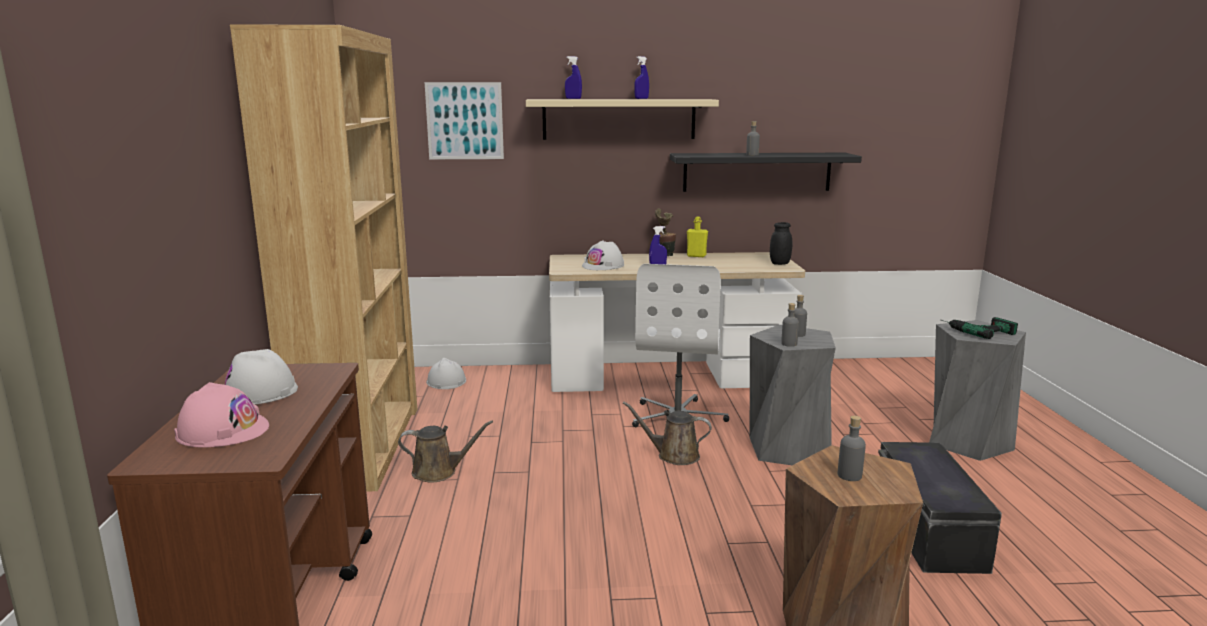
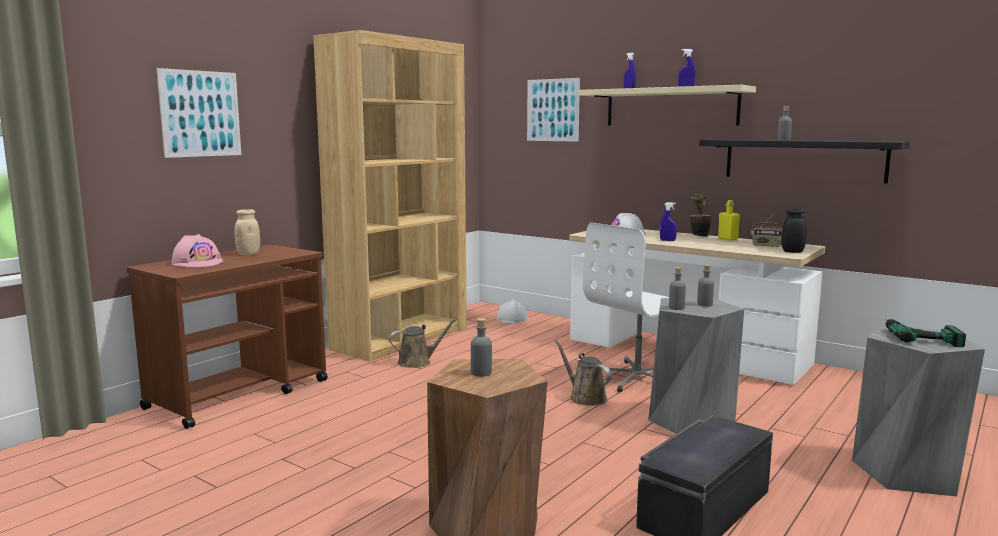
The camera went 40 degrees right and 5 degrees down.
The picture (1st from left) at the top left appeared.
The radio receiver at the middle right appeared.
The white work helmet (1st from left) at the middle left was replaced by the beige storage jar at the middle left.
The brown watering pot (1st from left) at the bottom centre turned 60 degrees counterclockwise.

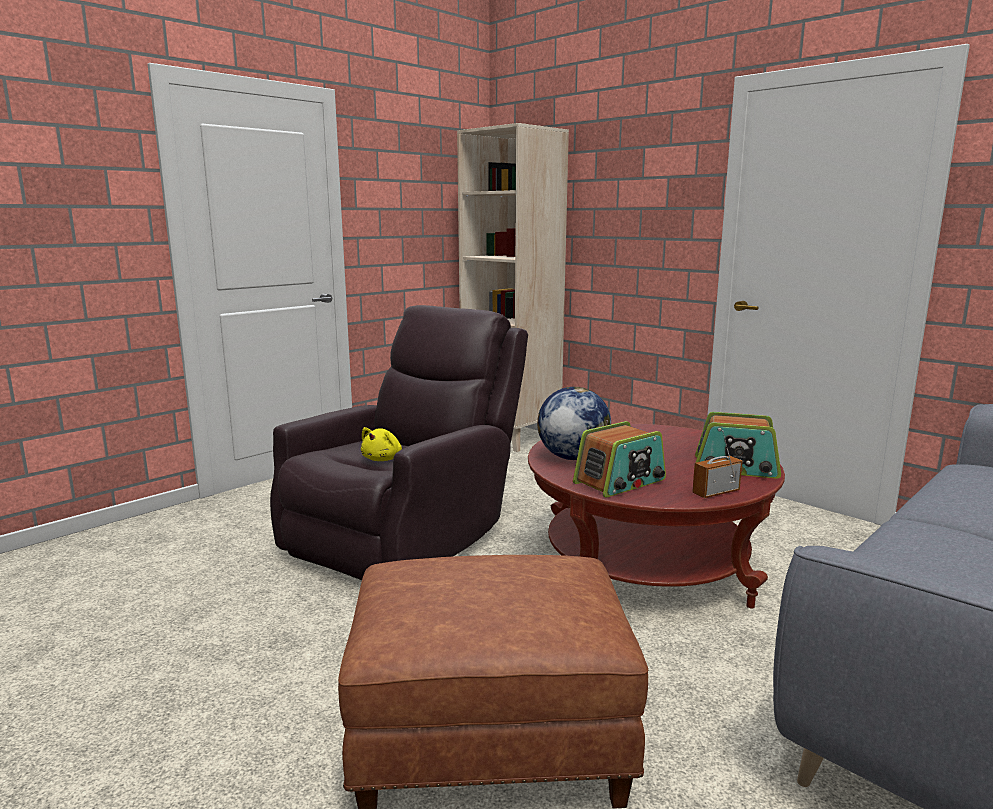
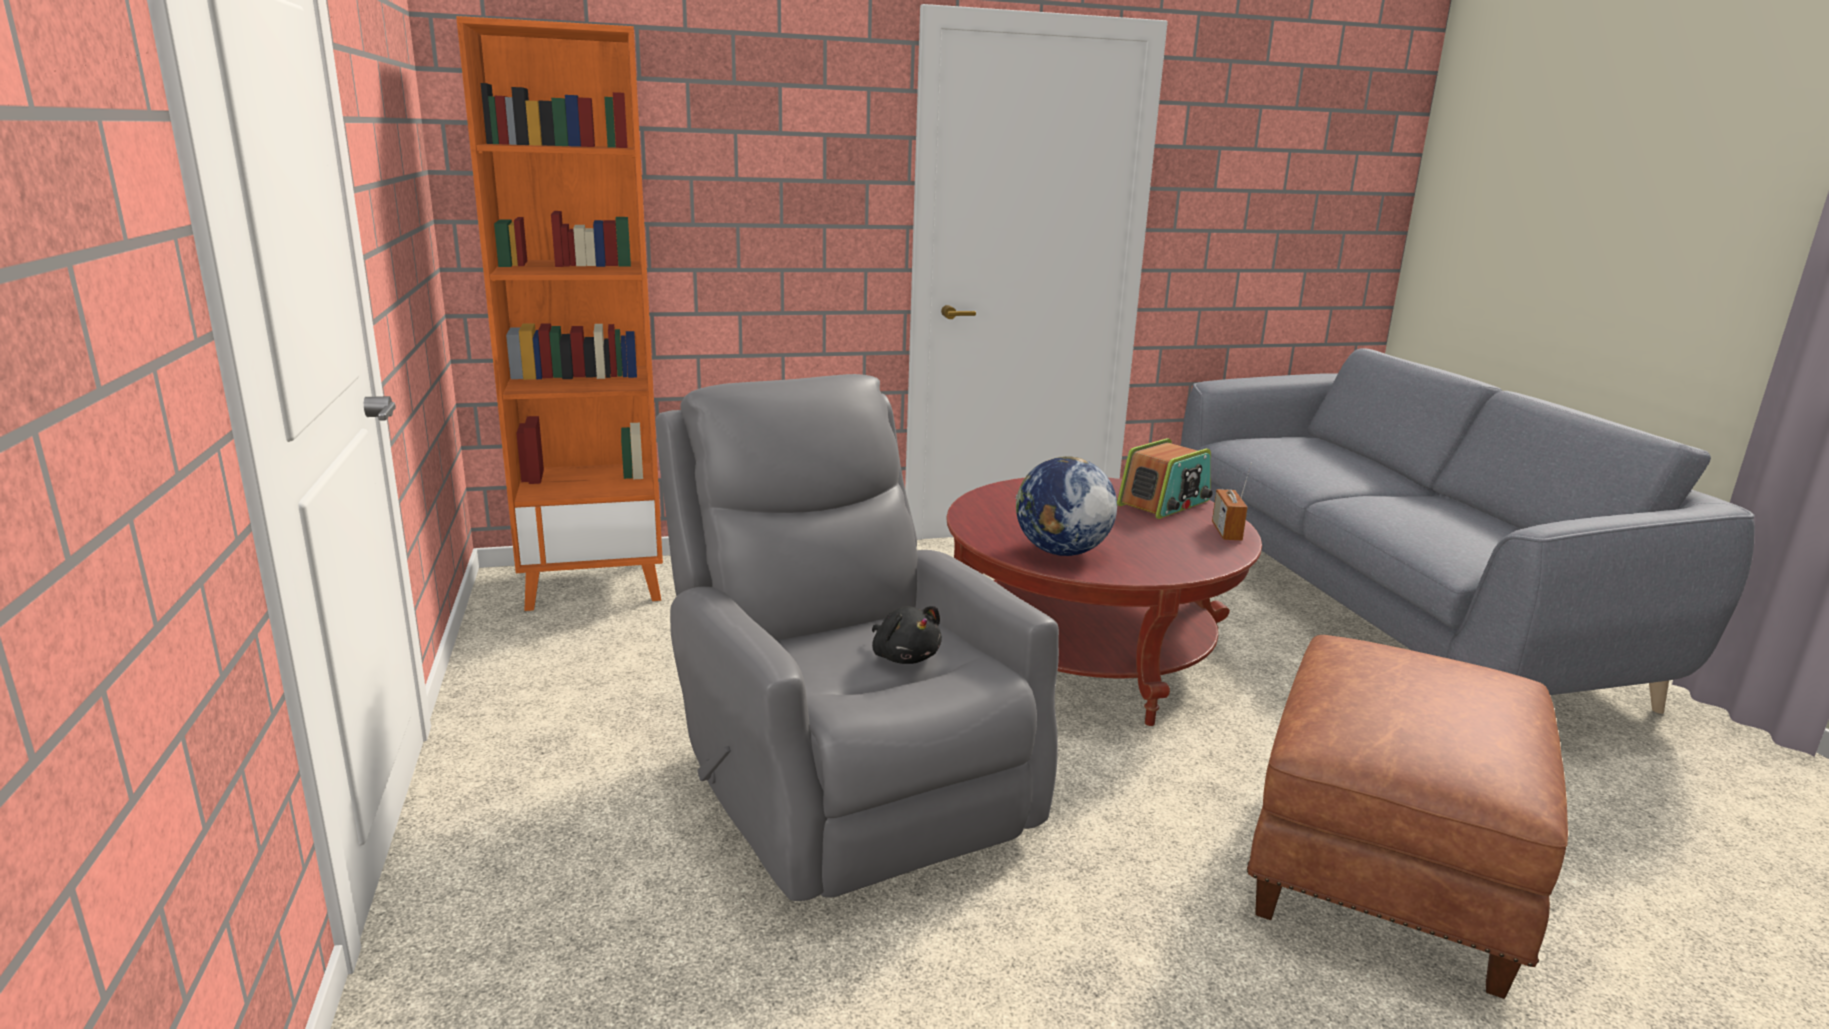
The camera went 60 degrees left and 5 degrees up.
The radio receiver (1st from left) at the centre disappeared.
The brown armchair at the centre became the gray armchair at the centre.
The yellow cuddly toy at the centre became the black-coloured cuddly toy at the centre.
The beige shelving unit at the centre became the orangey shelving unit at the top left.

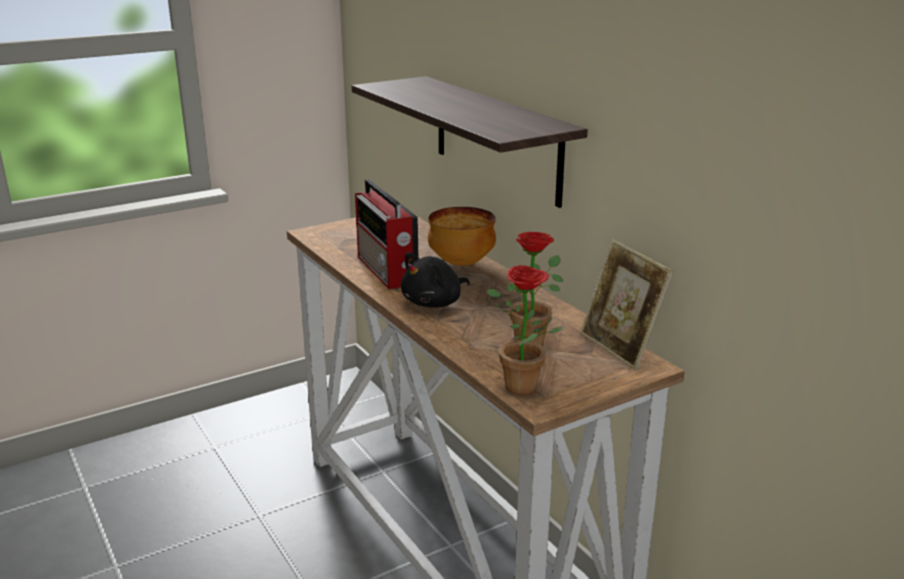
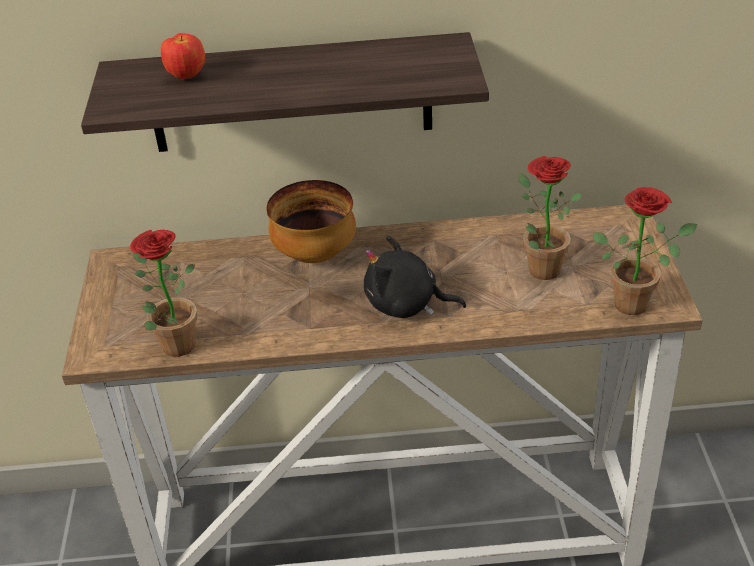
The camera went 60 degrees left and 15 degrees up.
The radio receiver at the centre disappeared.
The photo frame at the middle right disappeared.
The houseplant (1st from left) at the middle left appeared.
The apple at the top left appeared.
The black-coloured cuddly toy at the centre turned 120 degrees clockwise.

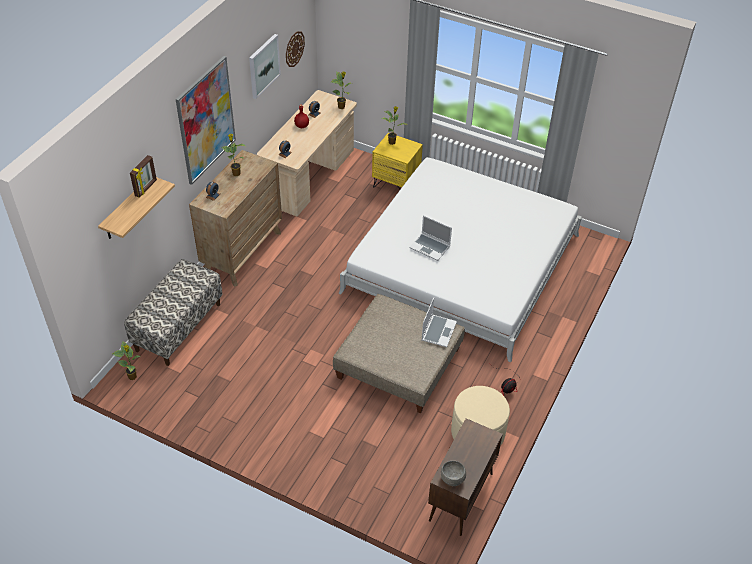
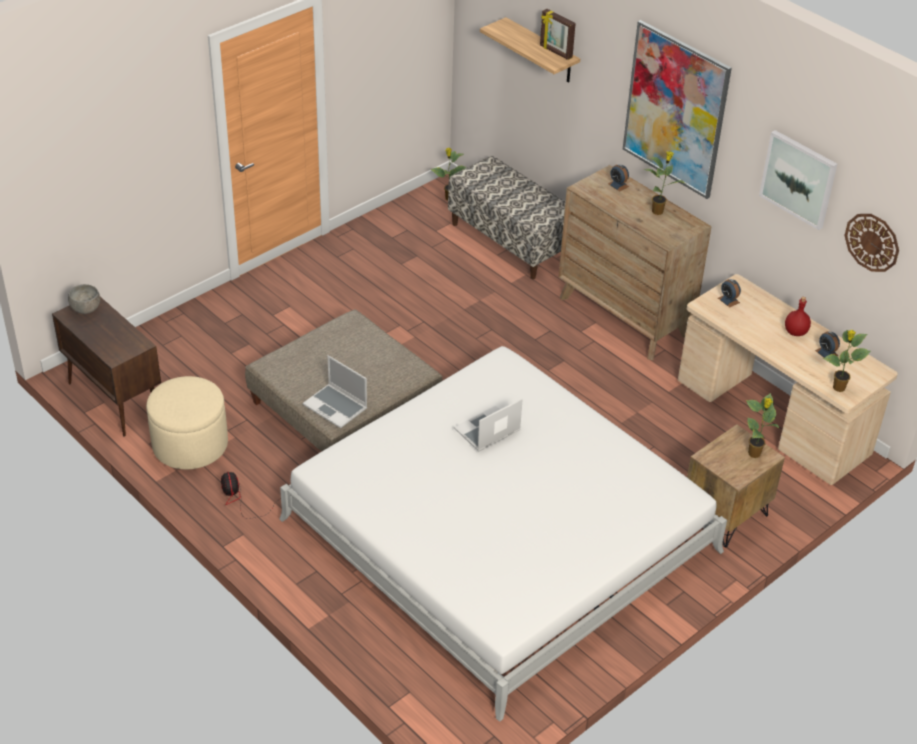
The camera went 110 degrees right and 5 degrees down.
The yellow night table at the top centre became the brown night table at the middle right.

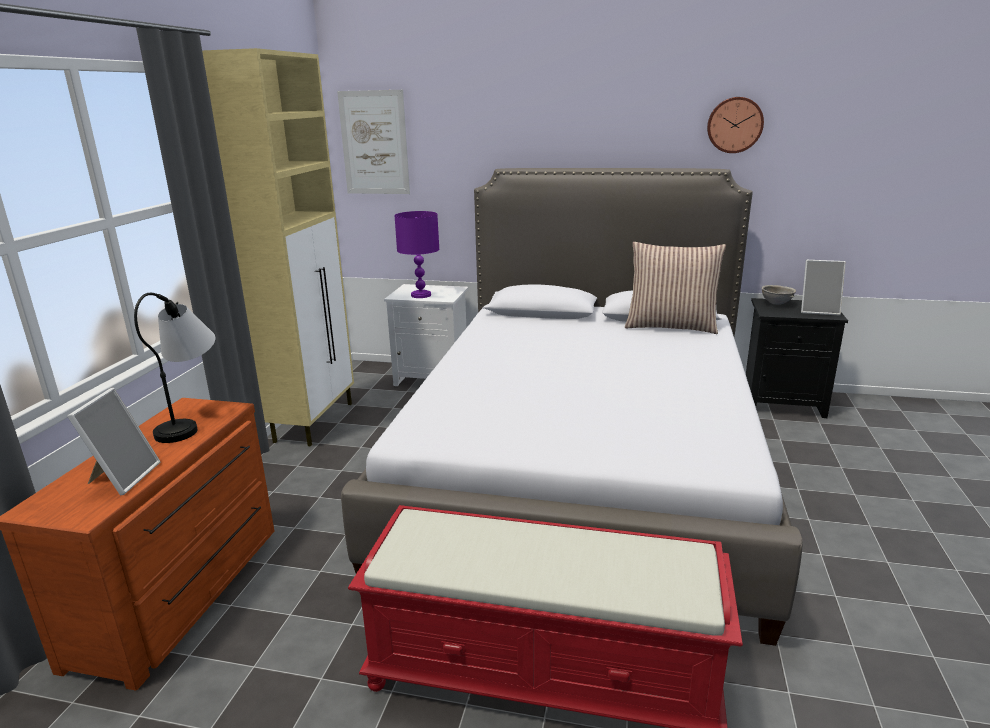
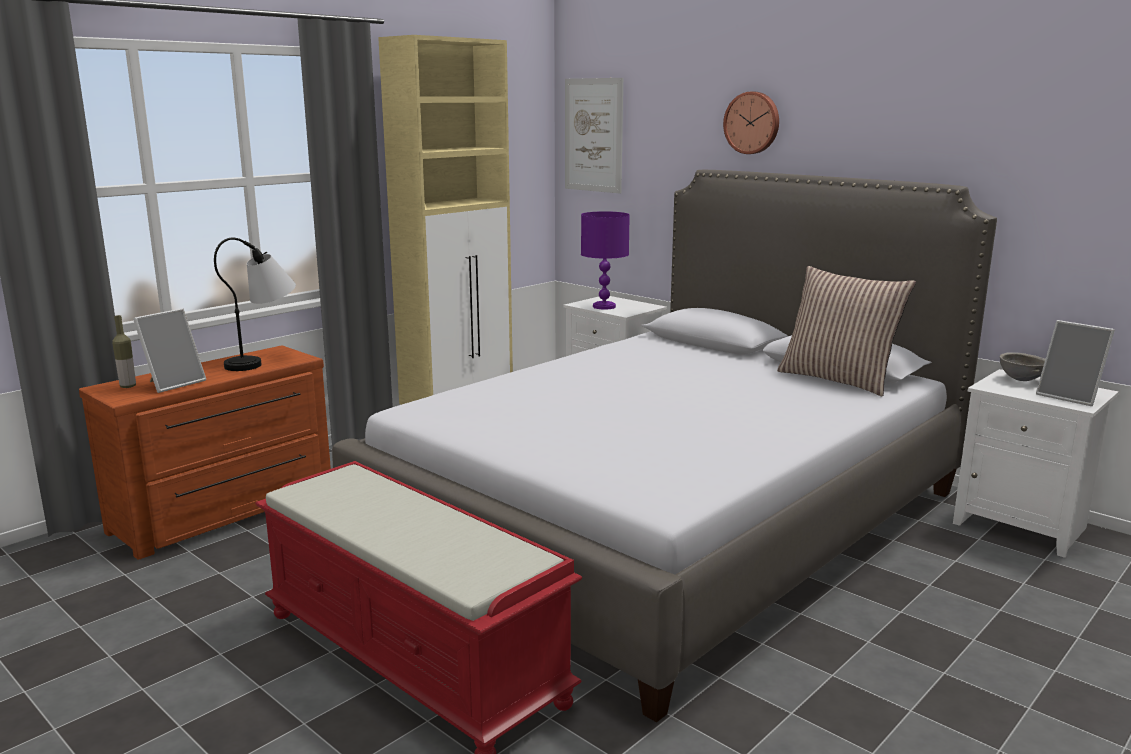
The camera went 30 degrees right and 5 degrees down.
The bottle at the middle left appeared.
The hanging clock moved from the top right to the top centre.
The black-coloured night table at the middle right became the white night table (2nd from left) at the middle right.

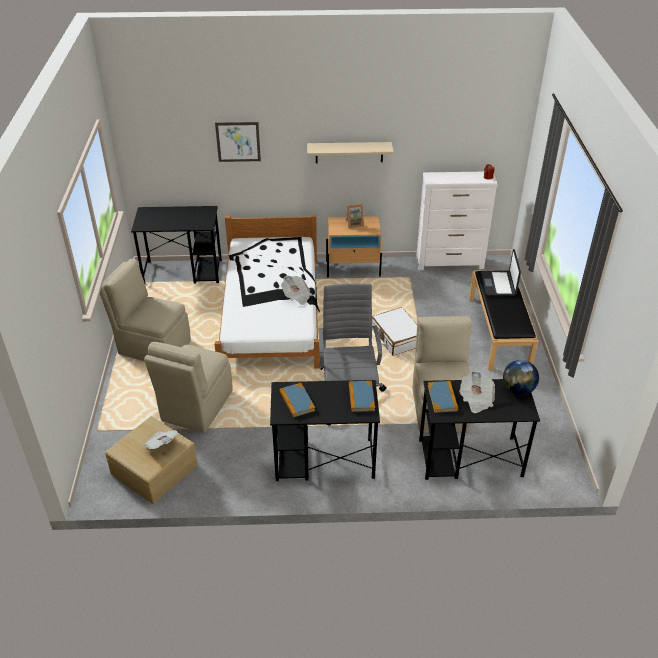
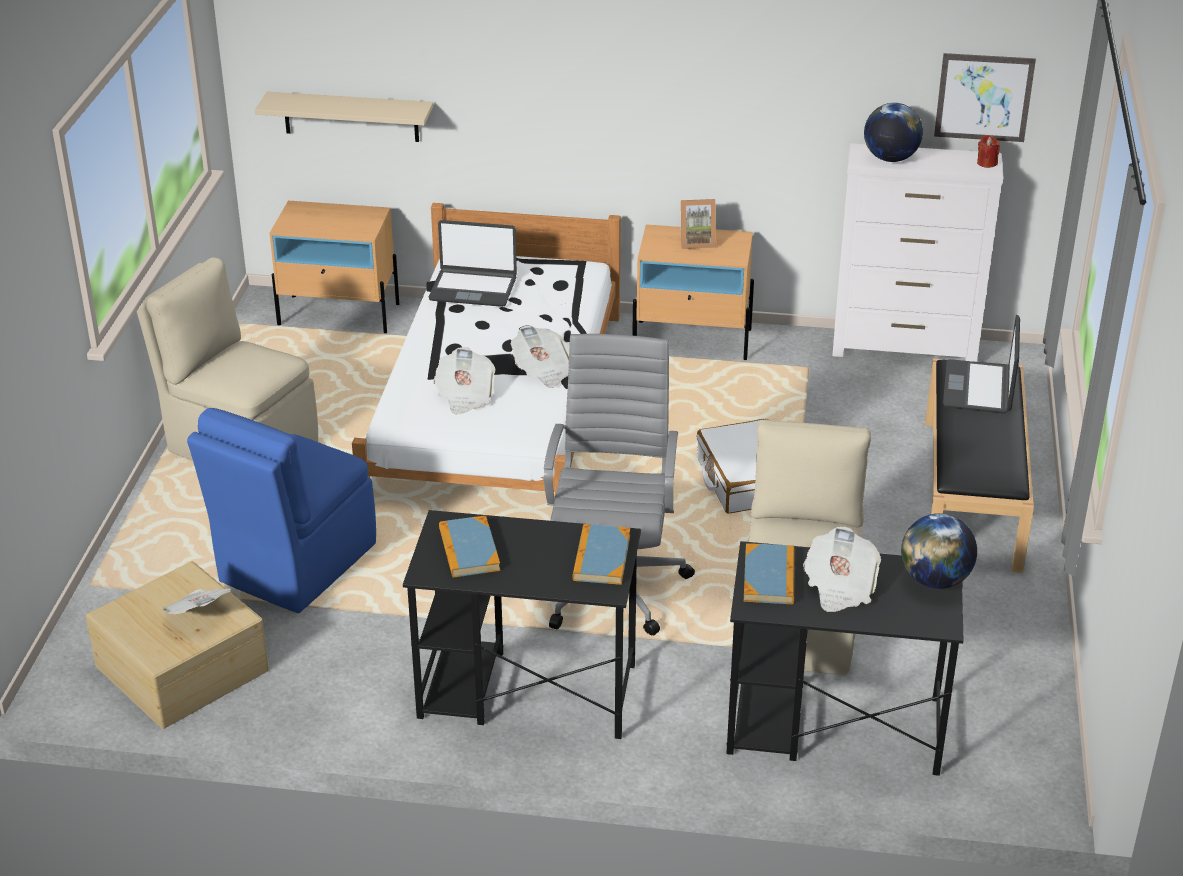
The camera went 10 degrees right and 5 degrees down.
The notebook computer (1st from left) at the top centre appeared.
The printed paper (2nd from left) at the centre appeared.
The desk globe (1st from left) at the top right appeared.
The picture moved from the top centre to the top right.
The beige wall shelf moved from the top centre to the top left.
The black-coloured desk table (1st from left) at the middle left was replaced by the beige night table (1st from left) at the top left.
The beige upright chair (2nd from left) at the middle left became the bluish upright chair at the middle left.

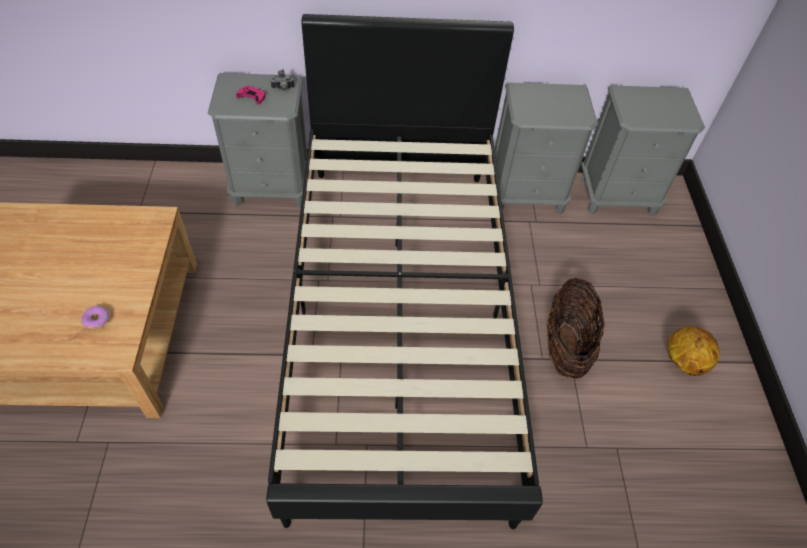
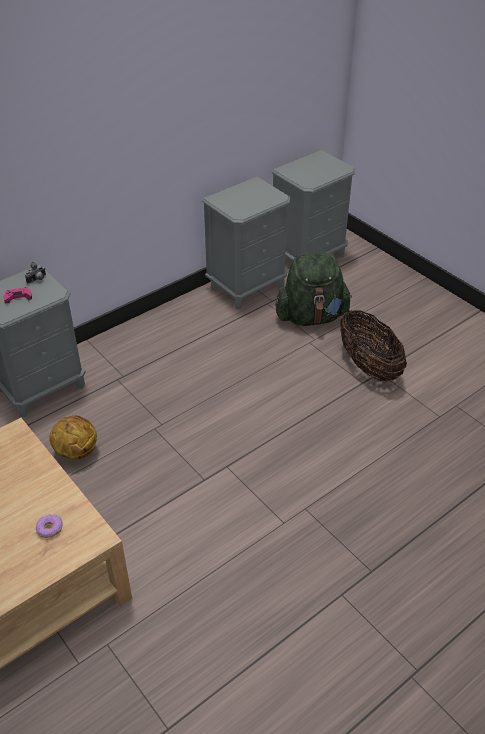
The camera went 35 degrees left and 10 degrees down.
The black-coloured bedroom bed at the centre disappeared.
The greenish rucksack at the centre appeared.
The basketball moved from the middle right to the middle left.

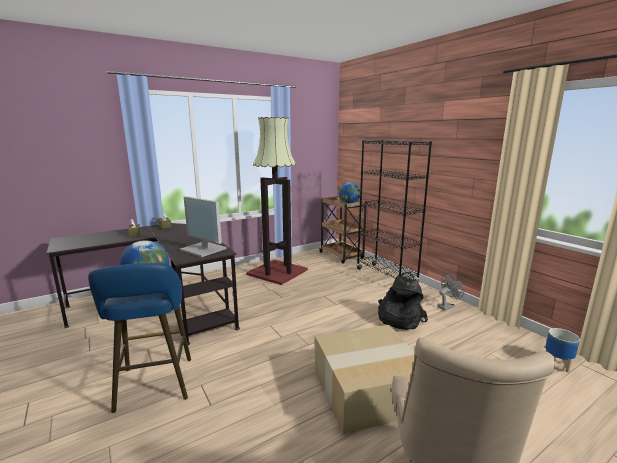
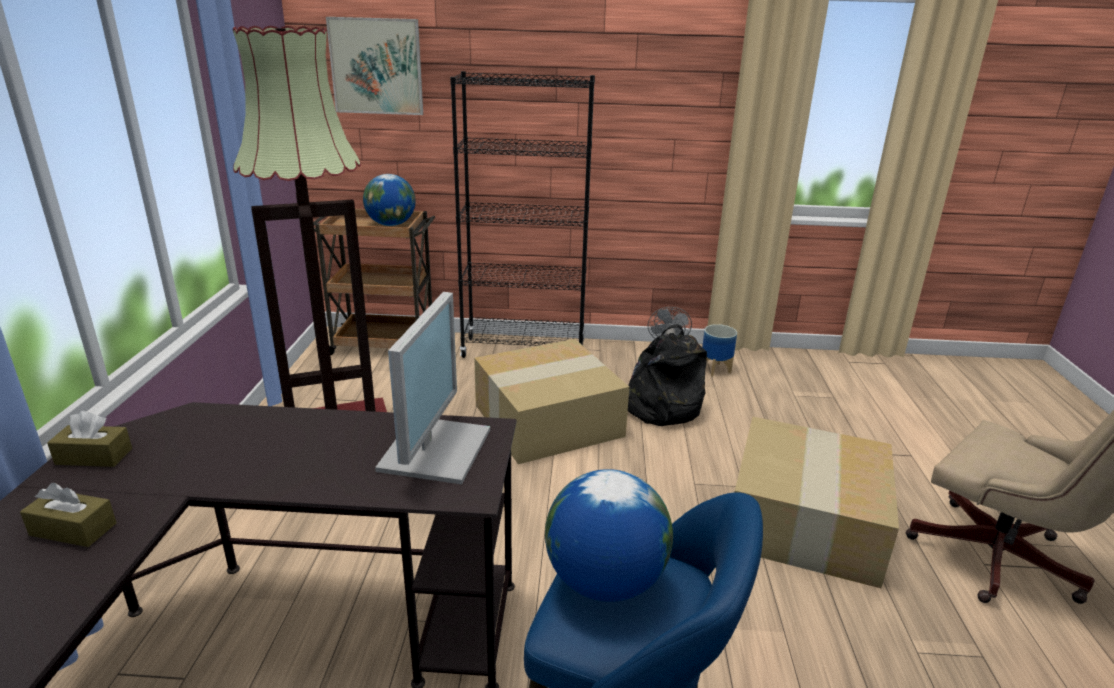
The camera went 55 degrees left and 10 degrees up.
The picture at the top centre appeared.
The carton (1st from left) at the centre appeared.
The plant pot moved from the bottom right to the centre.
The computer screen at the middle left turned 60 degrees counterclockwise.

